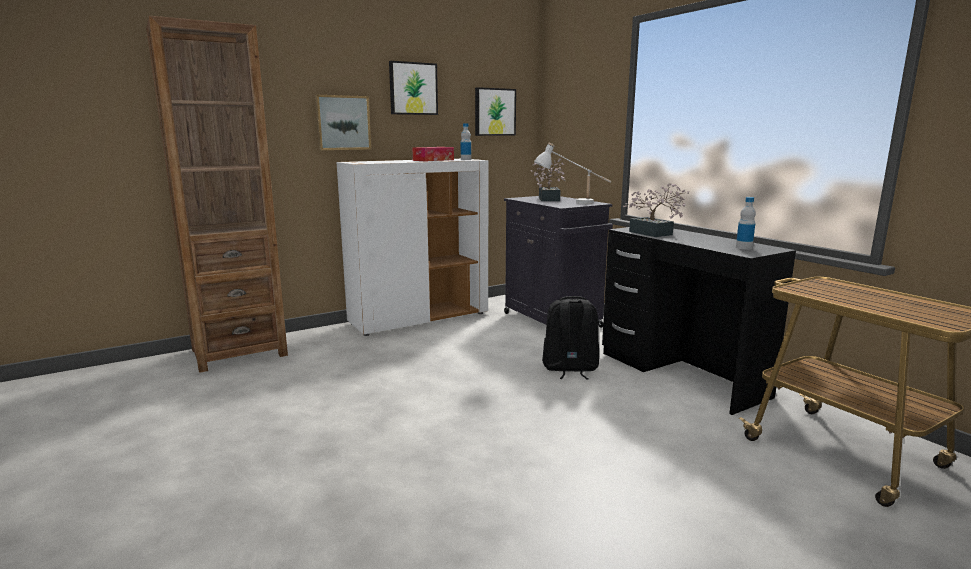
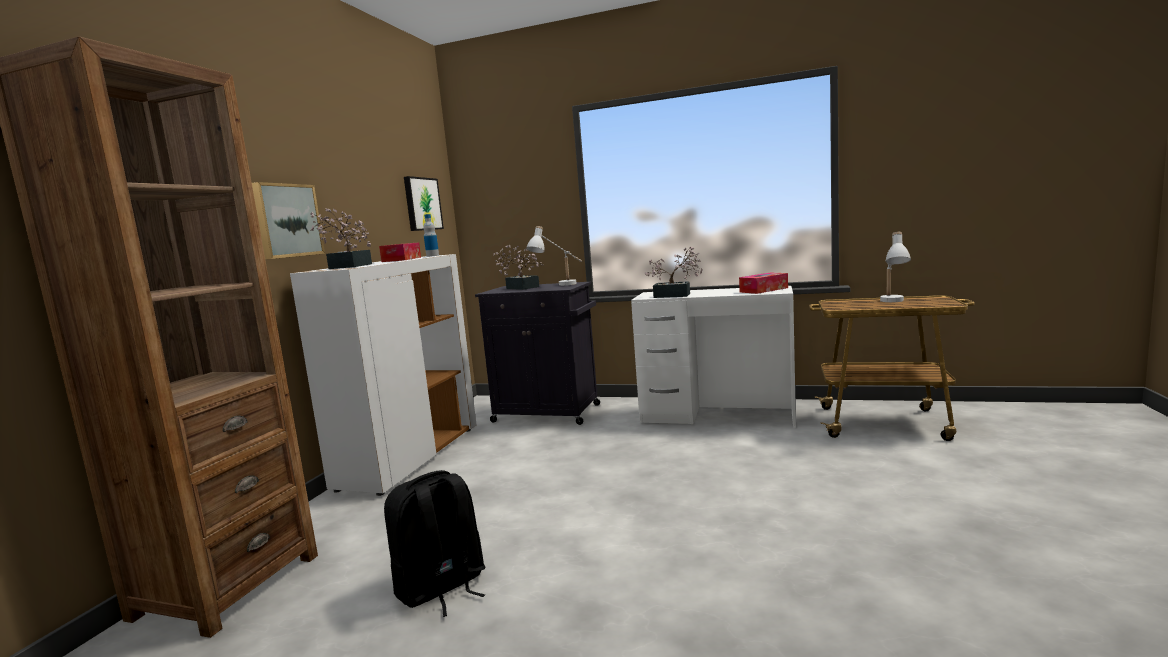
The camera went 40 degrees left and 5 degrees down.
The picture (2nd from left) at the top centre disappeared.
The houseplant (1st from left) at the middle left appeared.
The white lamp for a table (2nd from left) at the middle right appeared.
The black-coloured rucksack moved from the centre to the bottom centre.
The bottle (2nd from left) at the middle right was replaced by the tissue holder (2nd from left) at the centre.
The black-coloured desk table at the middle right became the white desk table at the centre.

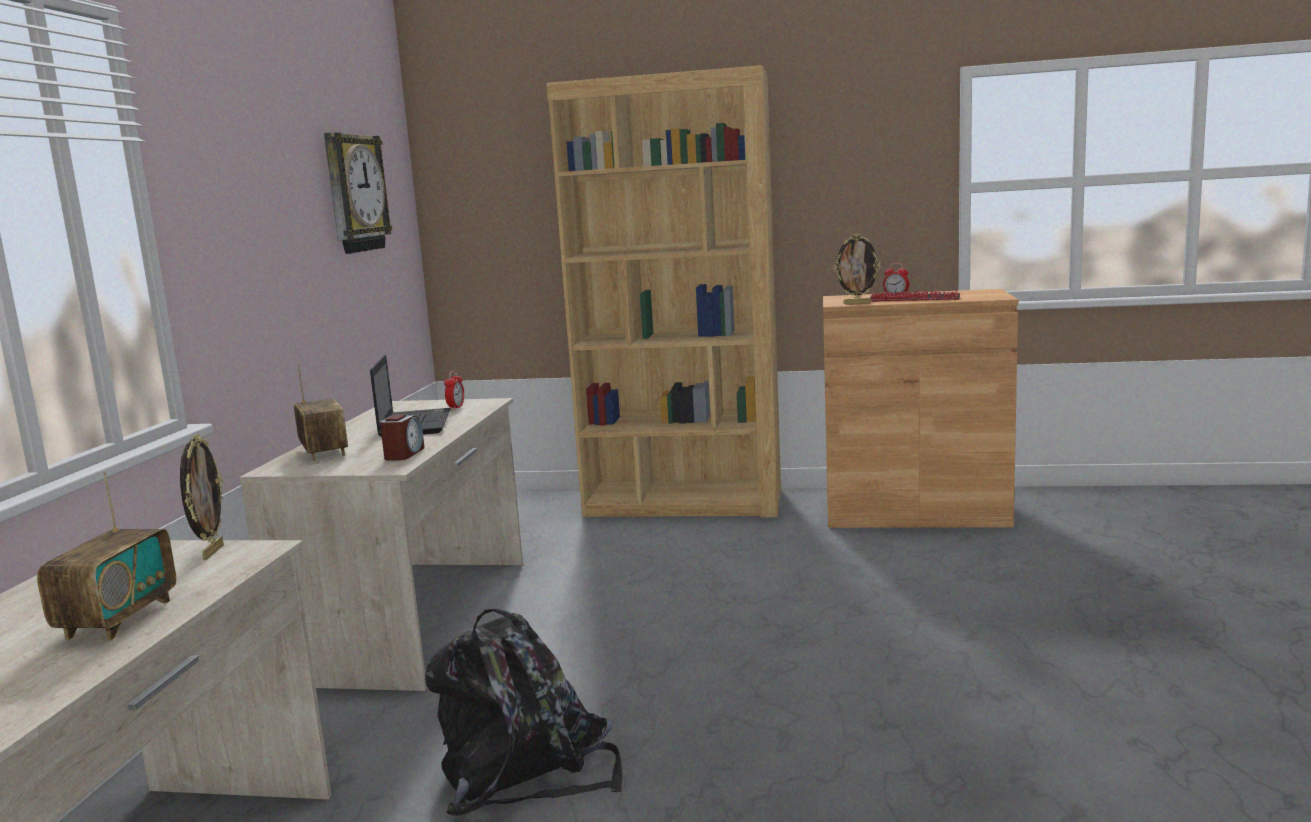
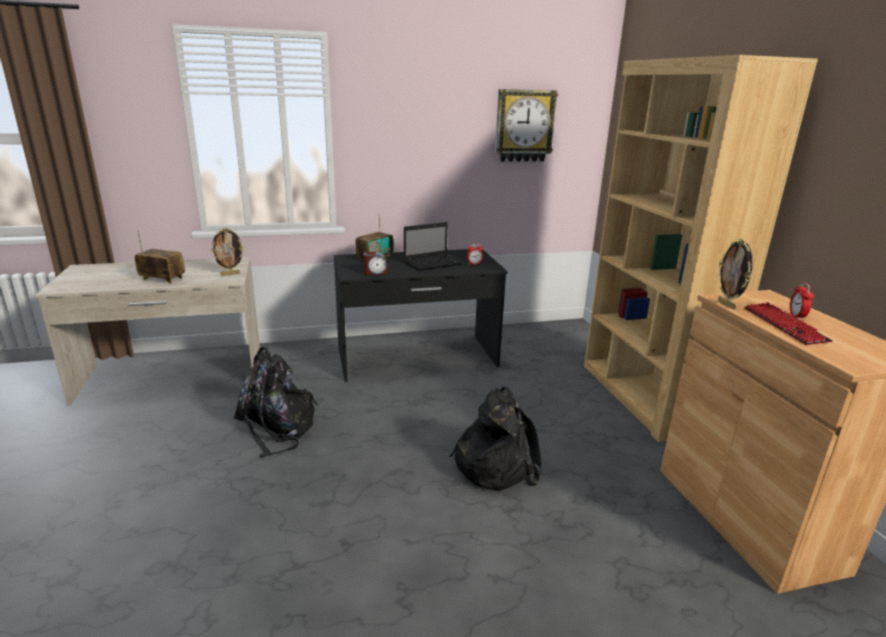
The camera went 65 degrees right and 10 degrees up.
The black-coloured rucksack (2nd from left) at the bottom centre appeared.
The beige desk table (2nd from left) at the middle left became the black-coloured desk table at the centre.
The radio receiver (1st from left) at the bottom left turned 150 degrees counterclockwise.

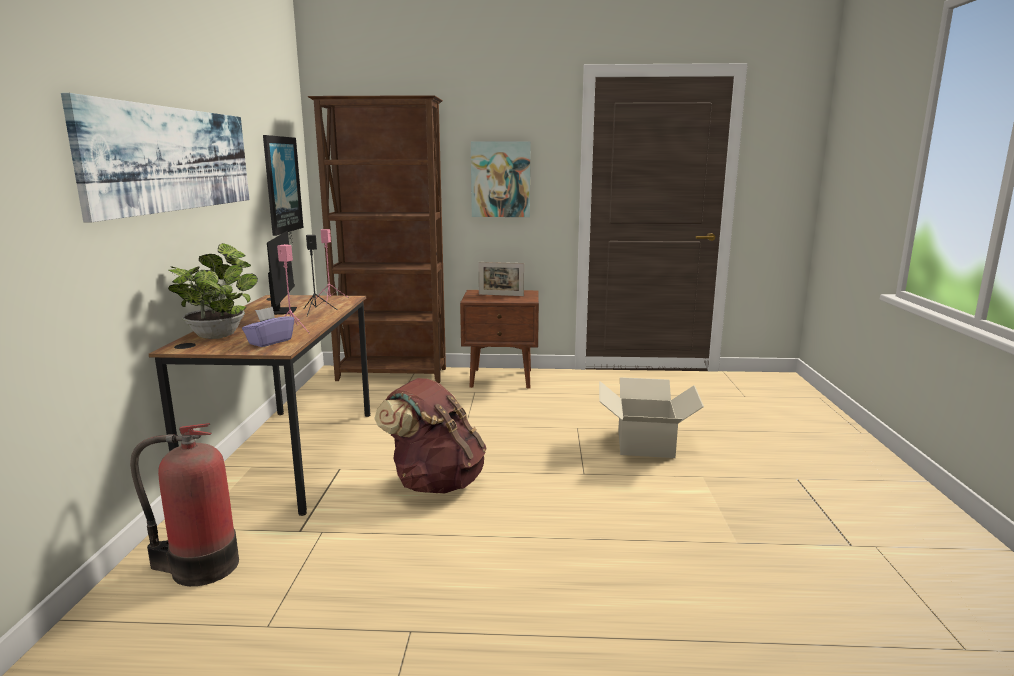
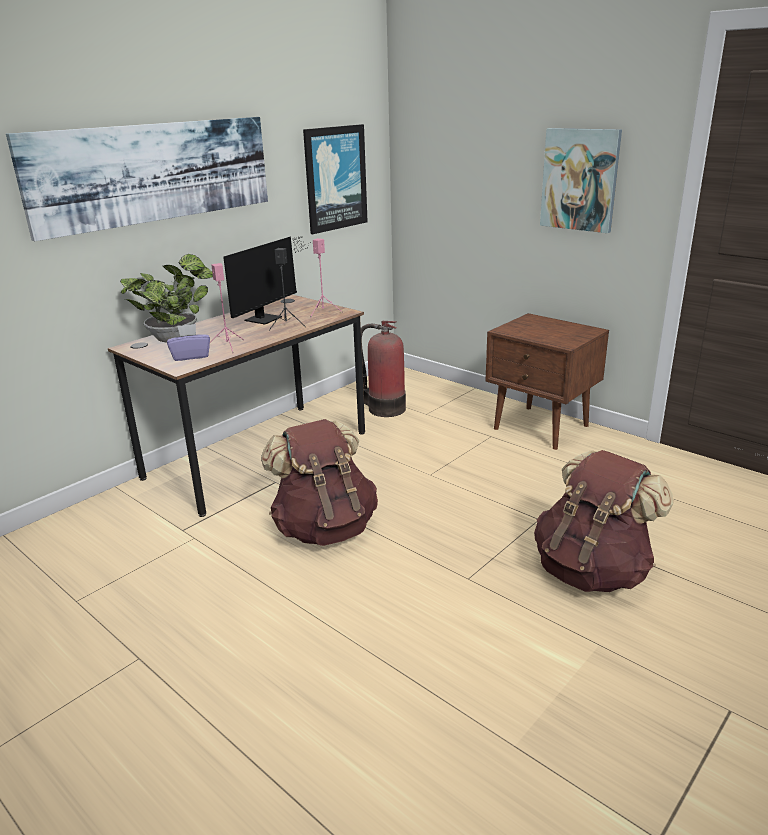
The camera went 40 degrees right and 10 degrees up.
The brown shelving unit at the centre disappeared.
The photo frame at the centre disappeared.
The fire-fighting cylinder moved from the bottom left to the centre.
The carton at the centre was replaced by the brown rucksack (2nd from left) at the middle right.

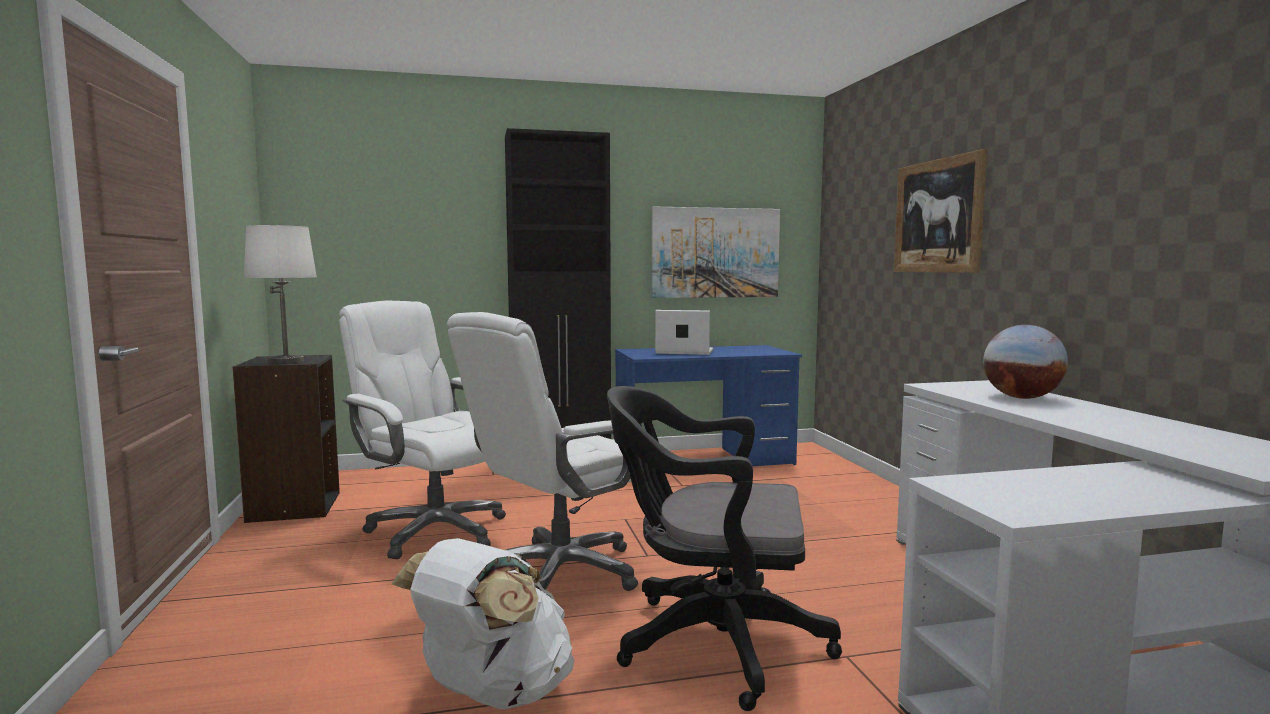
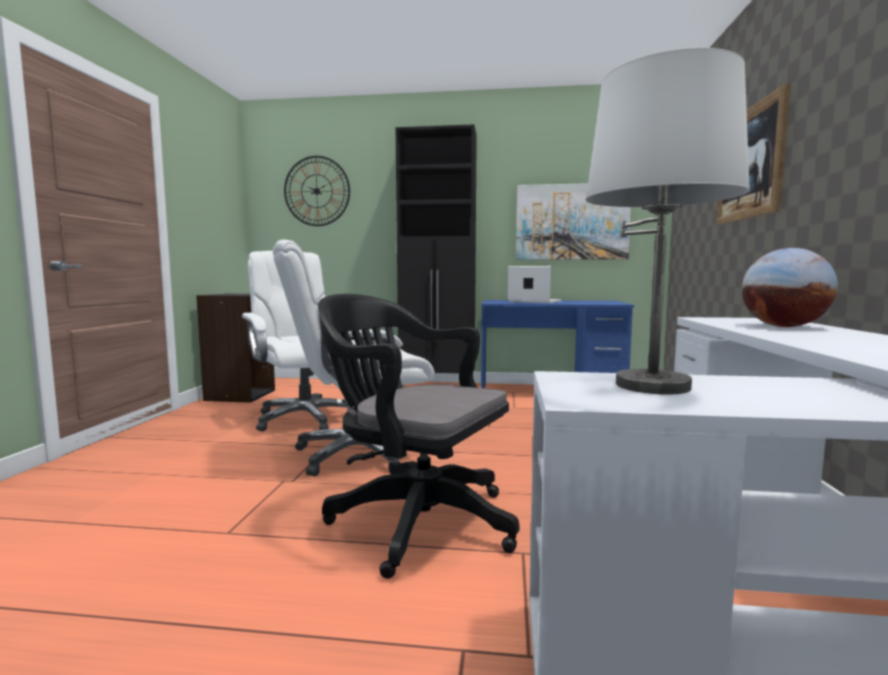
The camera went 20 degrees right and 0 degrees up.
The white rucksack at the bottom centre disappeared.
The hanging clock at the top centre appeared.
The white lamp for a table moved from the middle left to the top right.

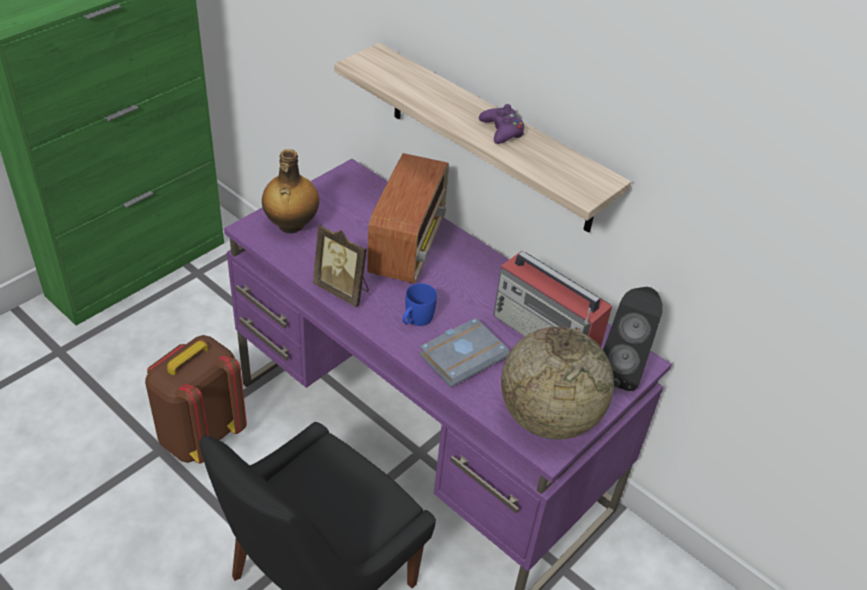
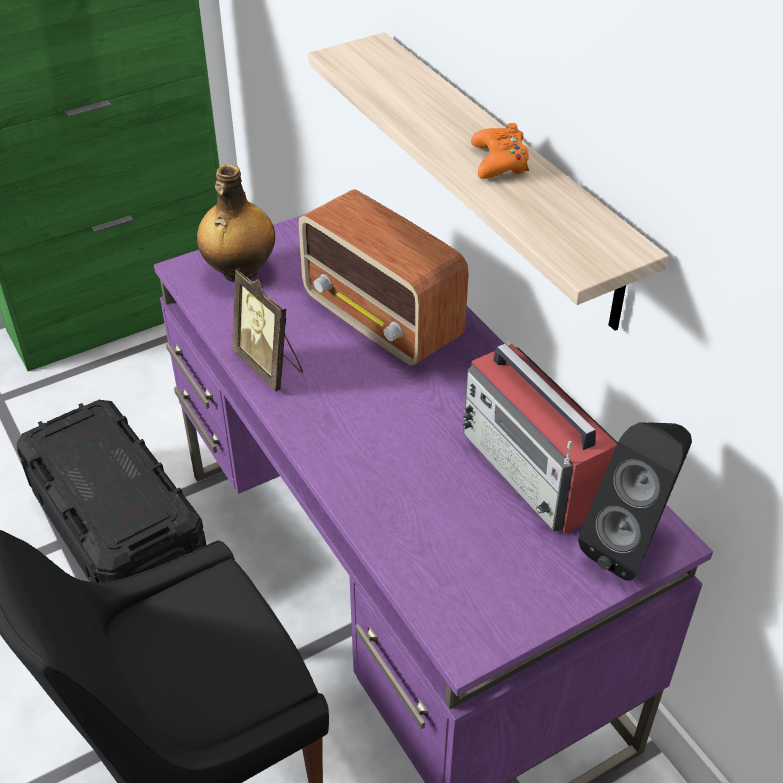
The camera went 20 degrees right and 0 degrees up.
The bluish tea mug at the centre disappeared.
The gray bound book at the centre disappeared.
The desk globe at the centre disappeared.
The brown rucksack at the bottom left was replaced by the black-coloured storage box at the middle left.
The purple-coloured joypad at the top centre became the orangey joypad at the top centre.
The radio receiver (1st from left) at the centre turned 105 degrees clockwise.

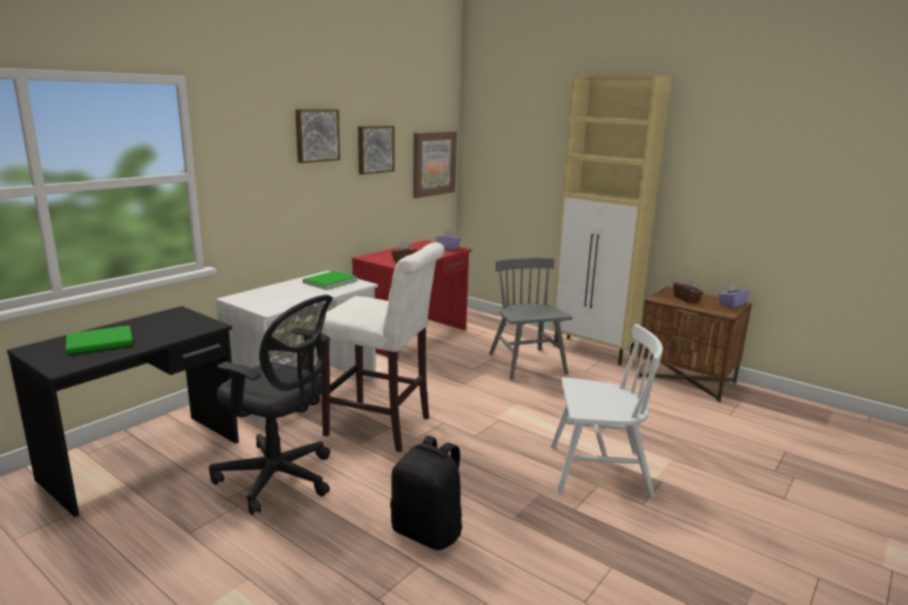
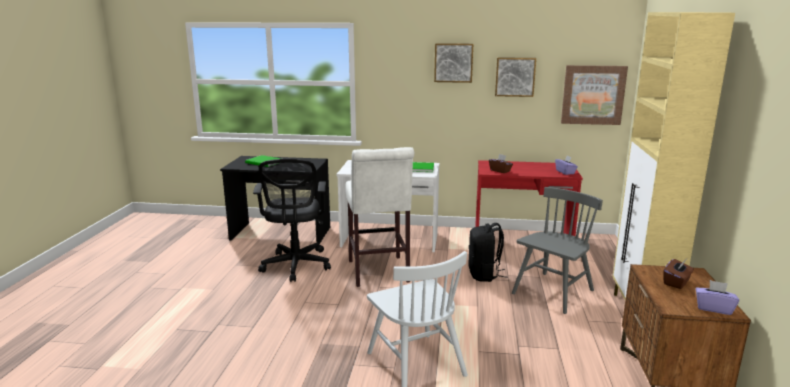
The camera went 60 degrees right and 0 degrees up.
The black-coloured rucksack moved from the bottom centre to the centre.

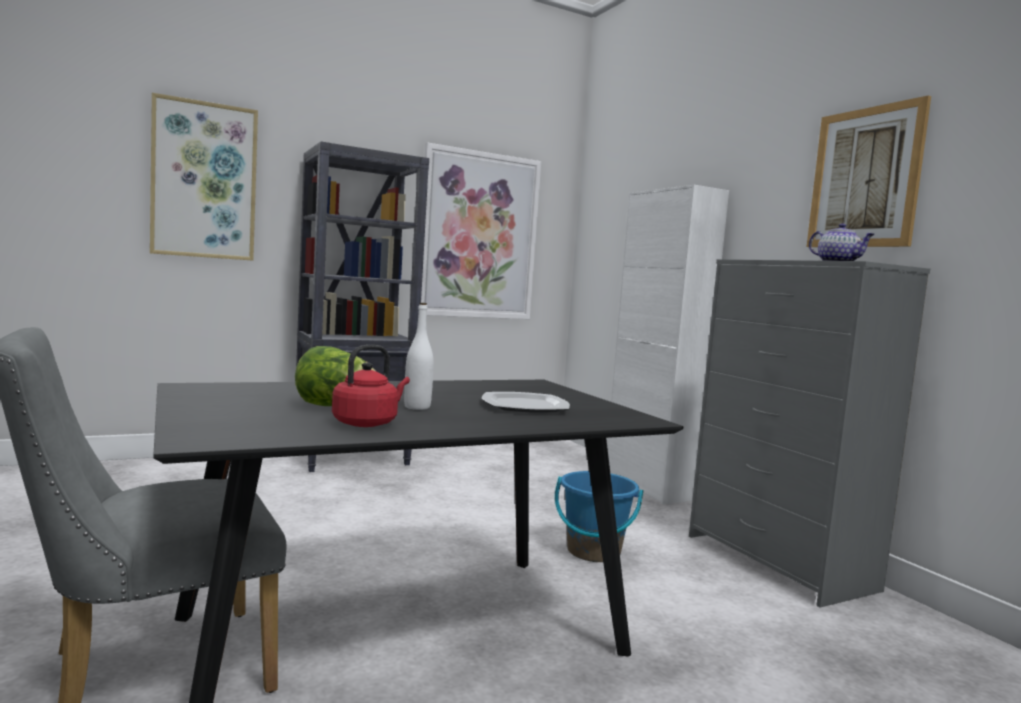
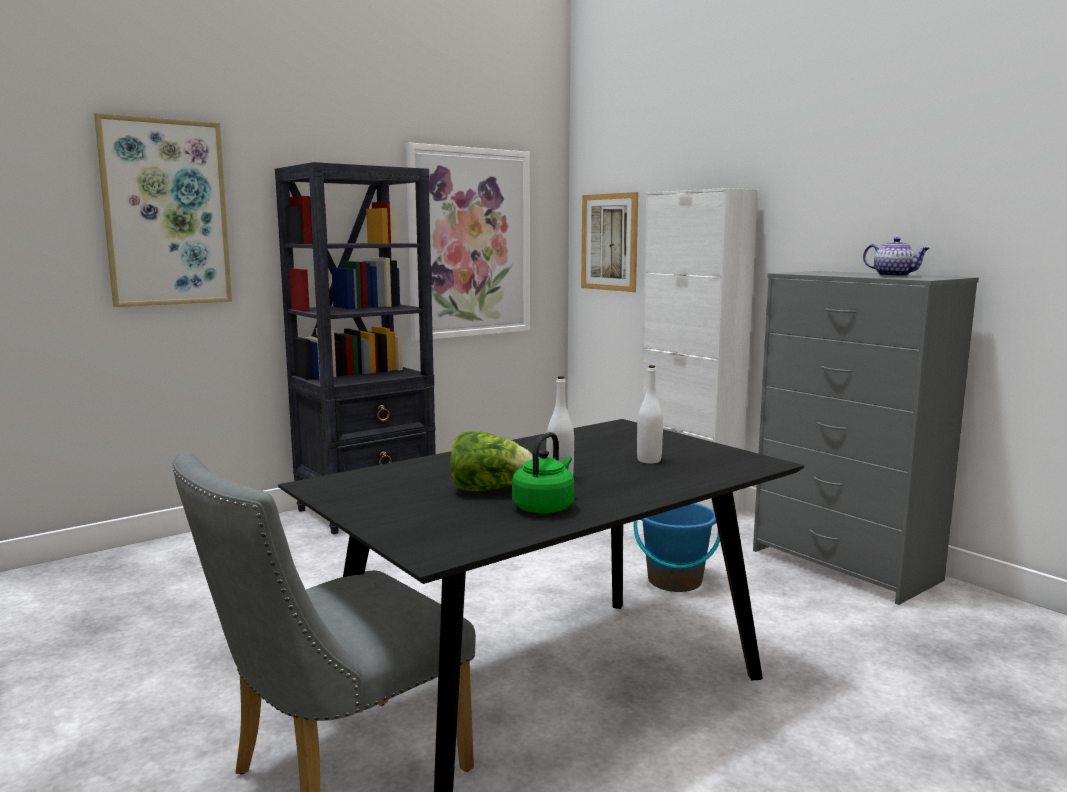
The camera went 10 degrees left and 5 degrees up.
The picture (3rd from left) moved from the top right to the top centre.
The flat dish at the centre was replaced by the white bottle (2nd from left) at the centre.
The red-coloured water kettle at the centre became the greenish water kettle at the centre.

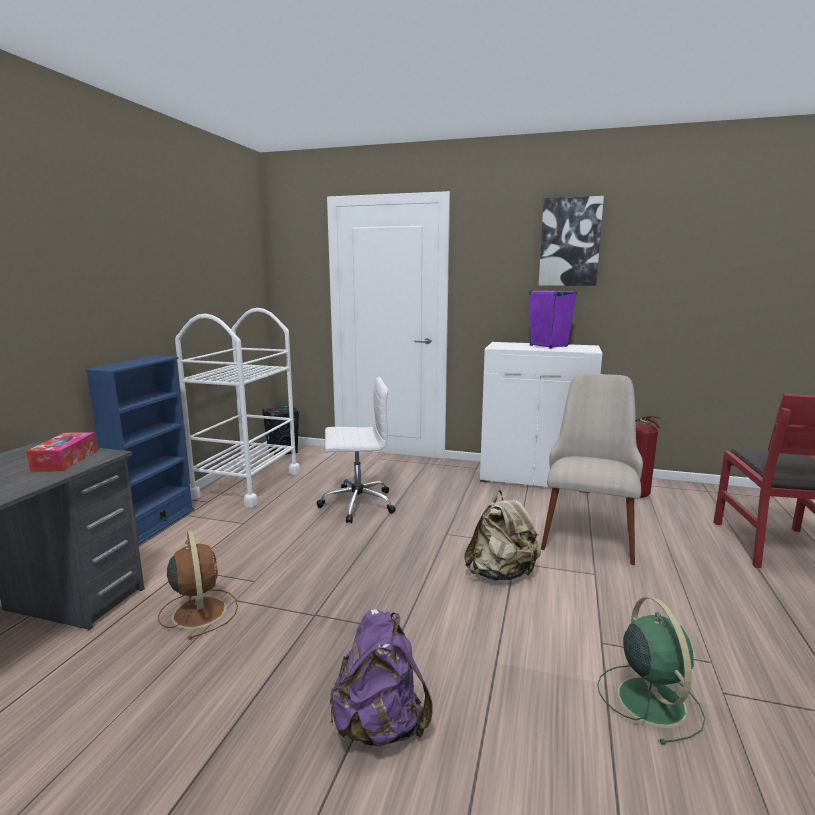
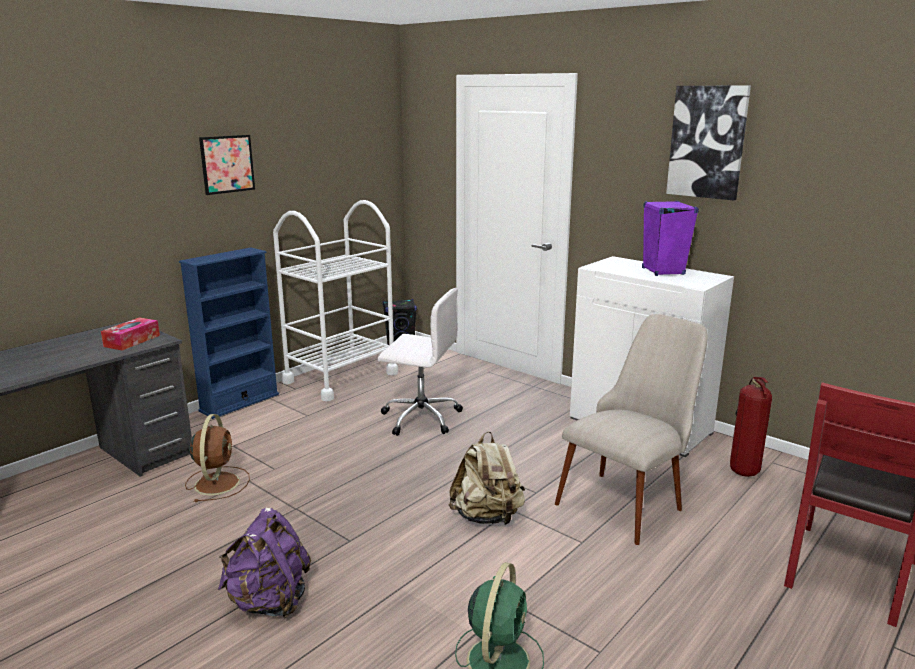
The camera went 25 degrees right and 5 degrees up.
The picture (1st from left) at the top left appeared.

